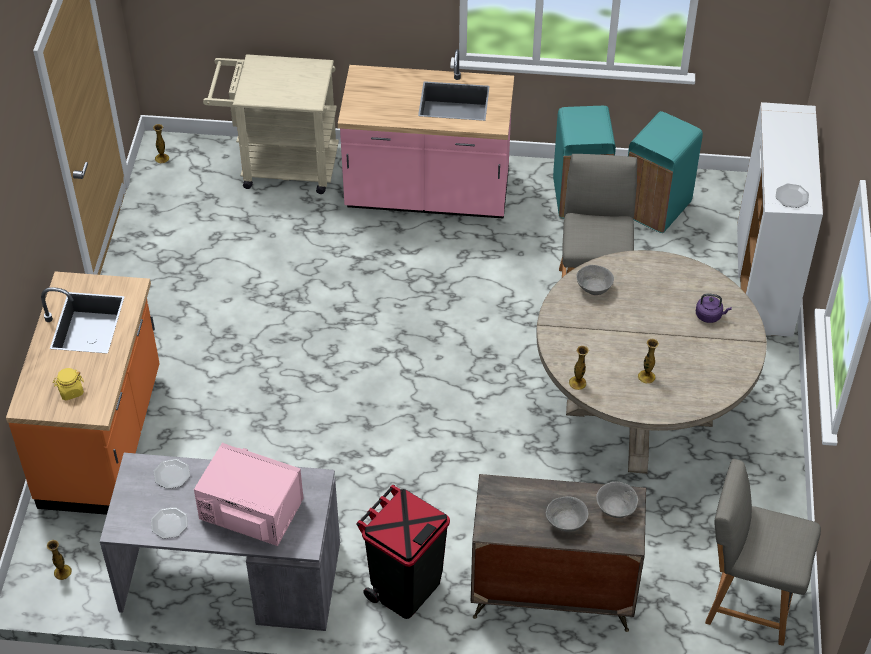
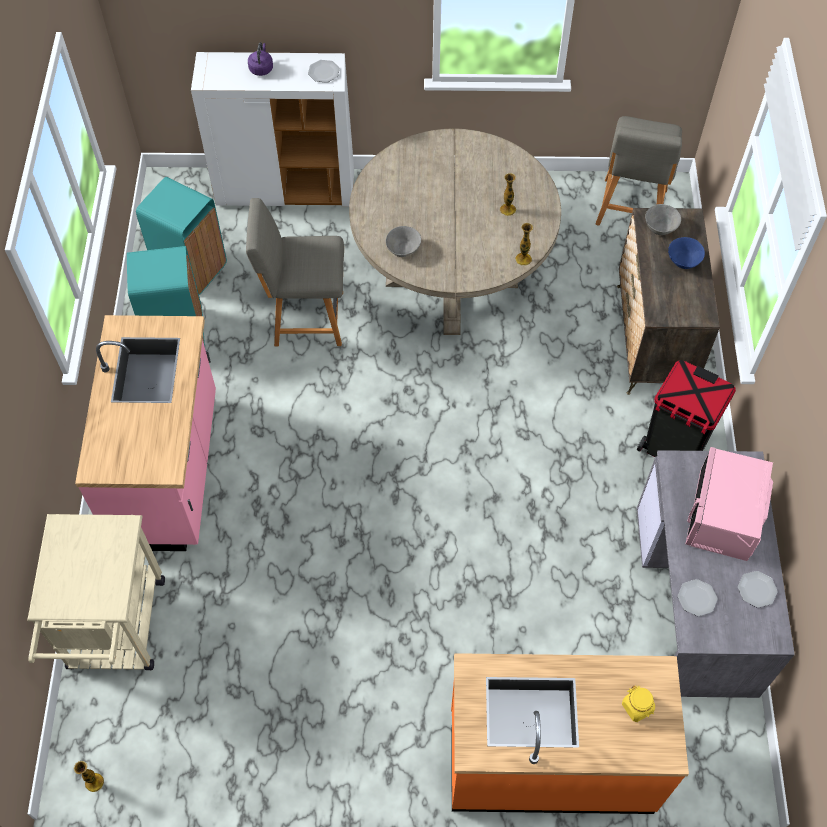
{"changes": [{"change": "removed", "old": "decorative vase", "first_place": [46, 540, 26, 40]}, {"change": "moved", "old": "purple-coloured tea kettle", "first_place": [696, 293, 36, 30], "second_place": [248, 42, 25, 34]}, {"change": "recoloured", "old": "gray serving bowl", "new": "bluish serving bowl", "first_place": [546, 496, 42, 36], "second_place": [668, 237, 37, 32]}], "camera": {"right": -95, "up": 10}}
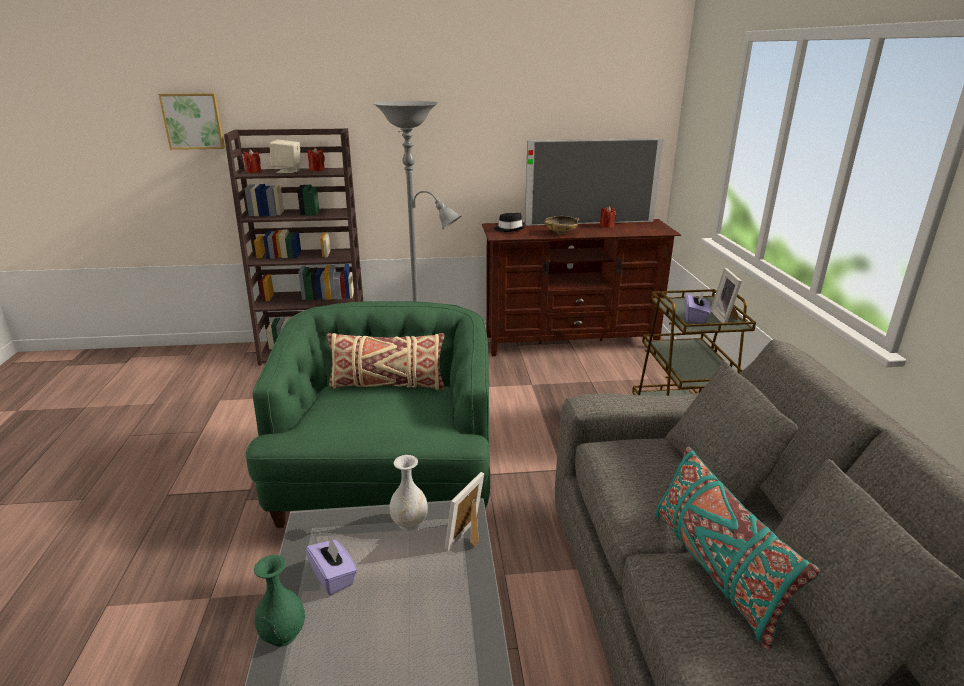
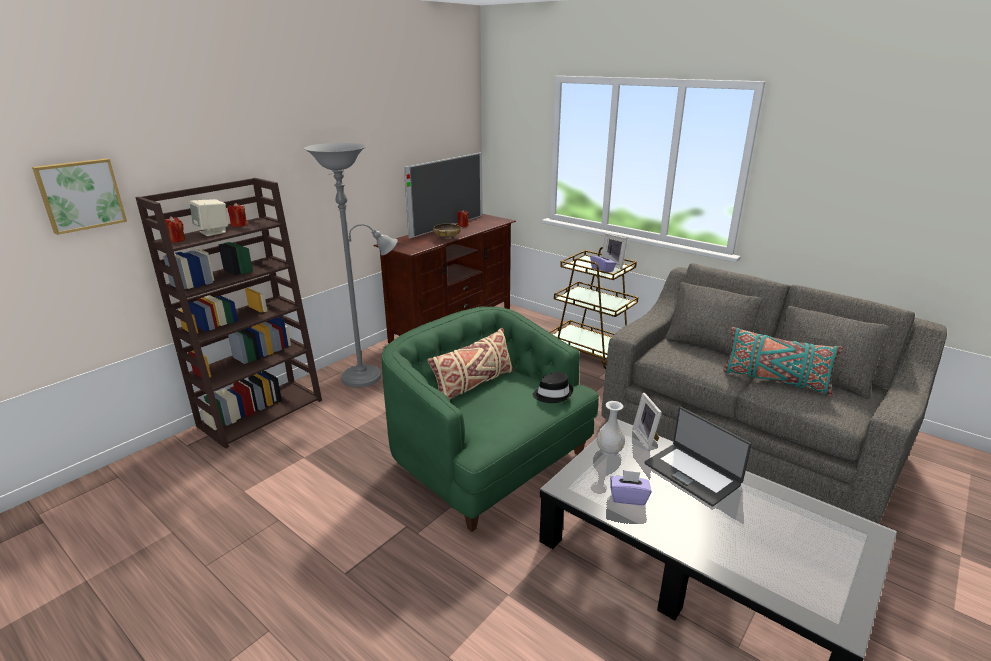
{"changes": [{"change": "removed", "old": "greenish decorative vase", "first_place": [254, 555, 51, 92]}, {"change": "added", "new": "notebook computer", "second_place": [645, 407, 107, 100]}, {"change": "moved", "old": "blackish hat", "first_place": [494, 213, 32, 19], "second_place": [532, 372, 41, 31]}], "camera": {"right": -45, "up": 0}}
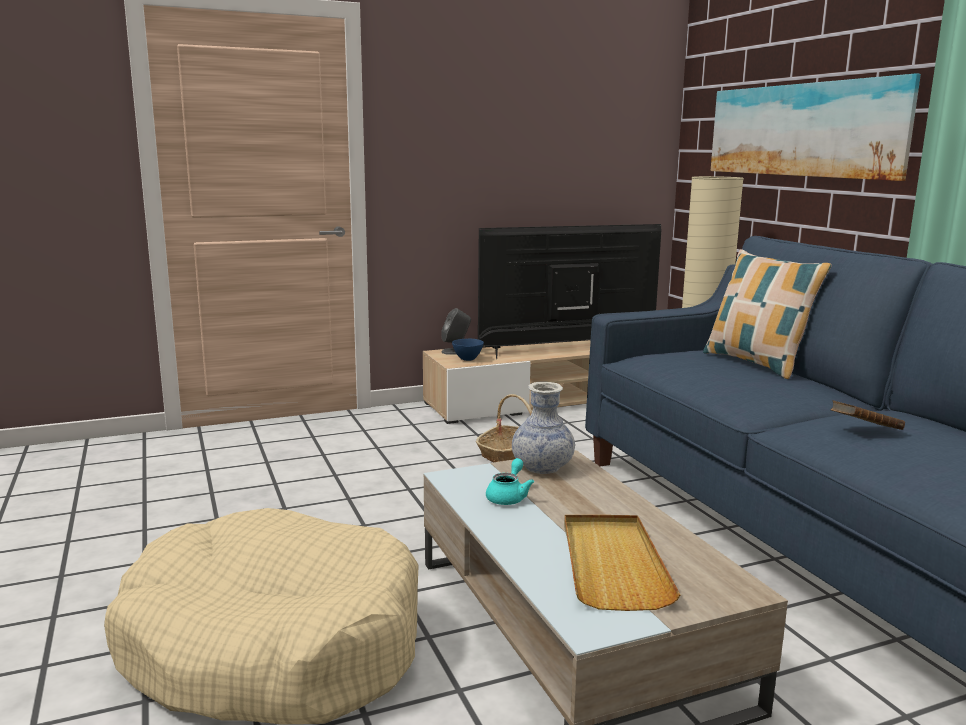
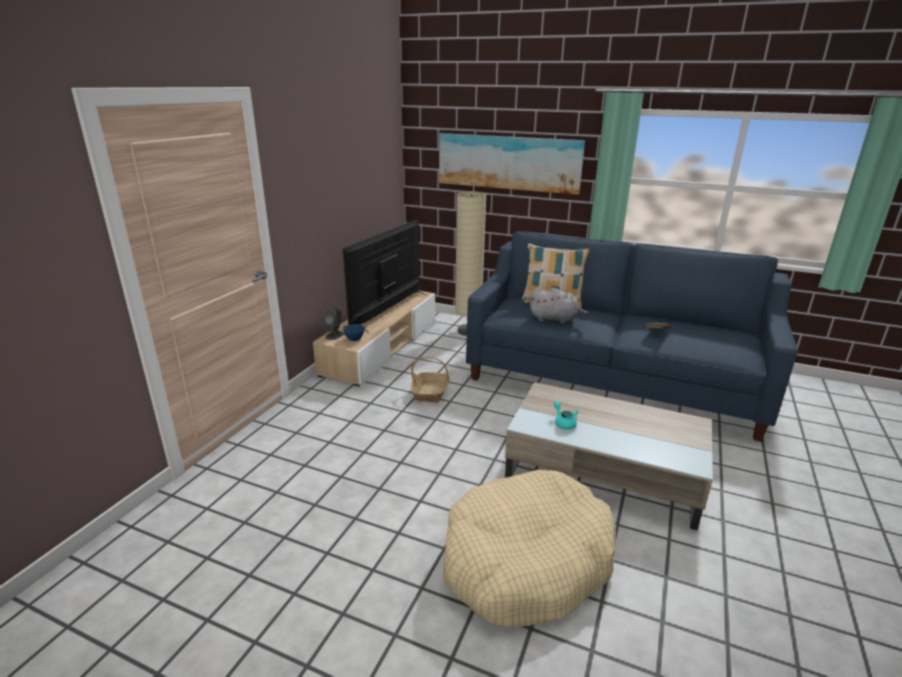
{"changes": [{"change": "removed", "old": "decorative vase", "first_place": [512, 382, 63, 92]}, {"change": "removed", "old": "beige carrying tray", "first_place": [564, 515, 116, 96]}, {"change": "added", "new": "gray cuddly toy", "second_place": [529, 288, 60, 36]}], "camera": {"right": -45, "up": 10}}
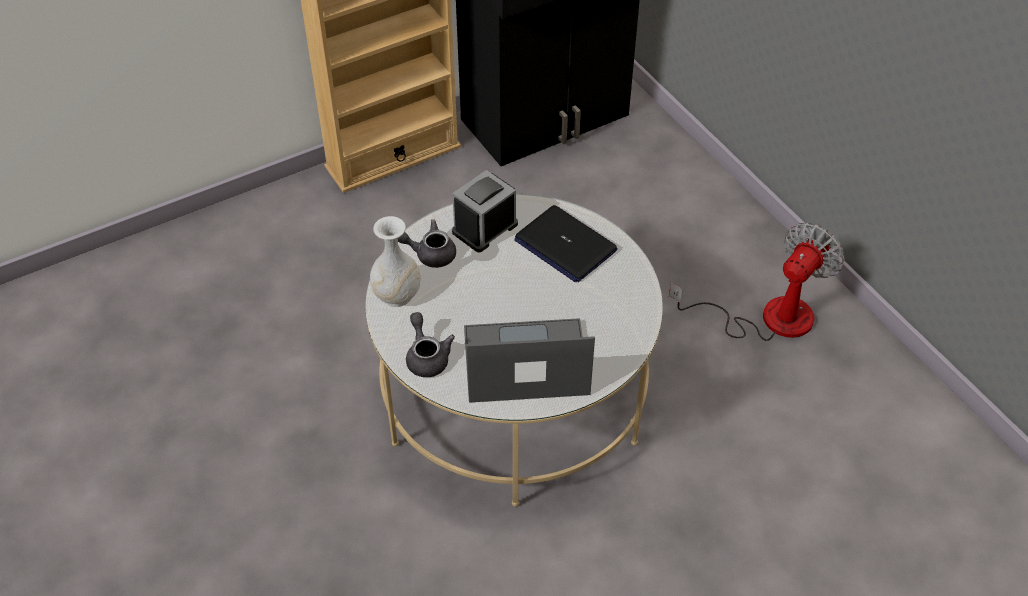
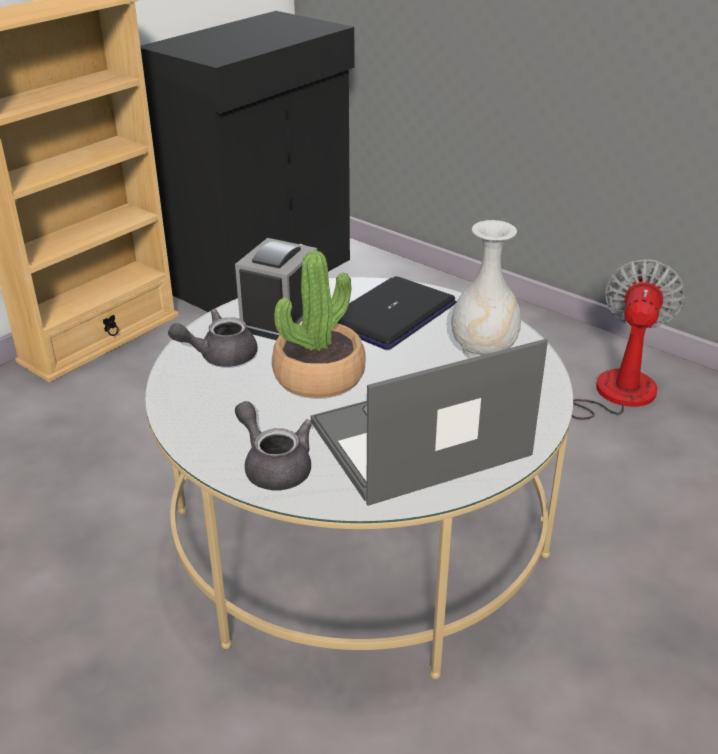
{"changes": [{"change": "added", "new": "houseplant", "second_place": [272, 250, 93, 148]}, {"change": "moved", "old": "white-coloured decorative vase", "first_place": [370, 216, 51, 91], "second_place": [451, 220, 70, 139]}, {"change": "turned", "old": "notebook computer", "first_place": [514, 205, 104, 77], "second_place": [337, 276, 120, 74], "degrees": 105}], "camera": {"right": -20, "up": -15}}
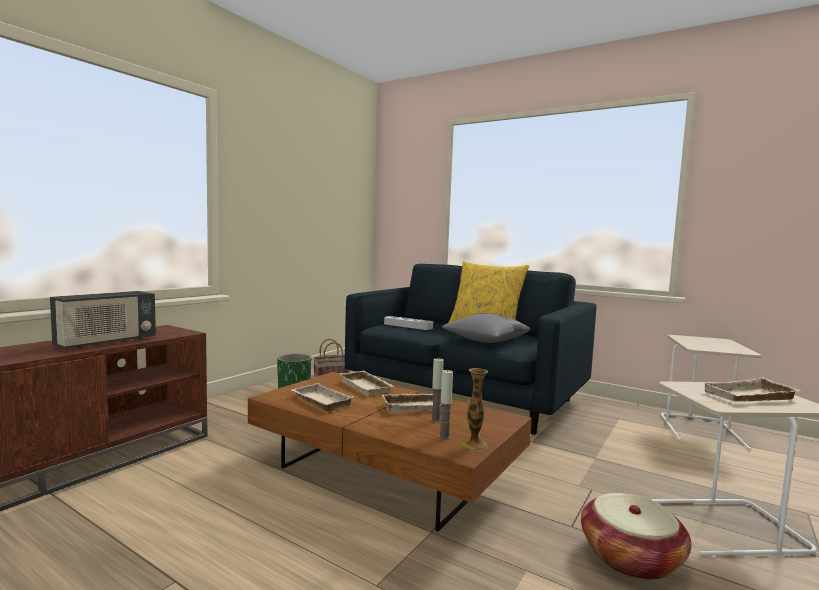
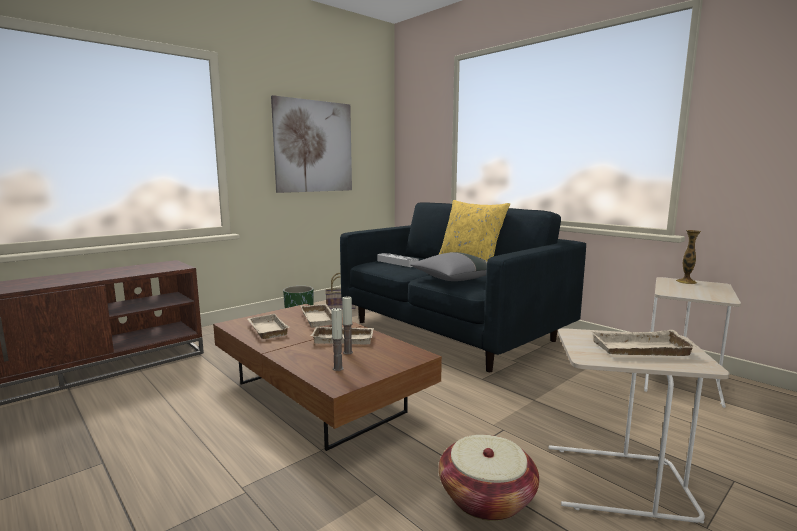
{"changes": [{"change": "removed", "old": "radio set", "first_place": [50, 291, 106, 58]}, {"change": "added", "new": "picture", "second_place": [271, 95, 81, 98]}, {"change": "moved", "old": "decorative vase", "first_place": [461, 368, 27, 83], "second_place": [676, 230, 25, 54]}], "camera": {"right": 15, "up": 5}}
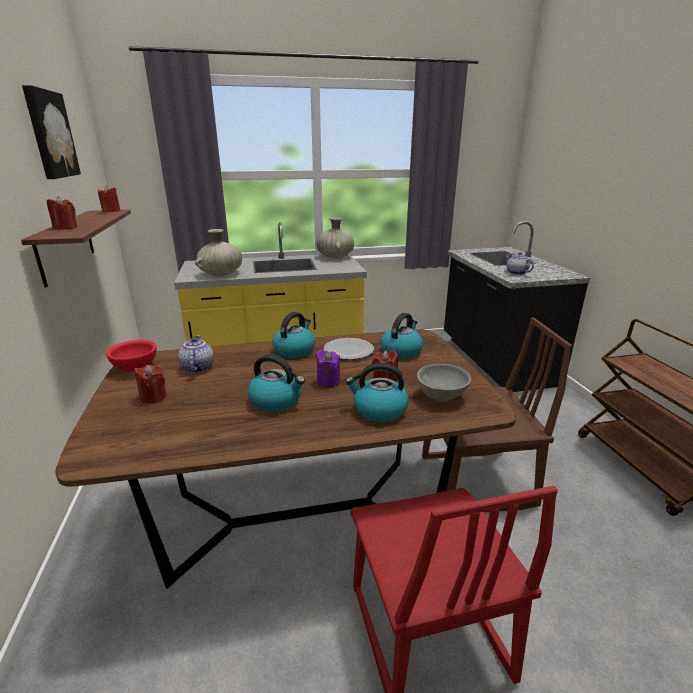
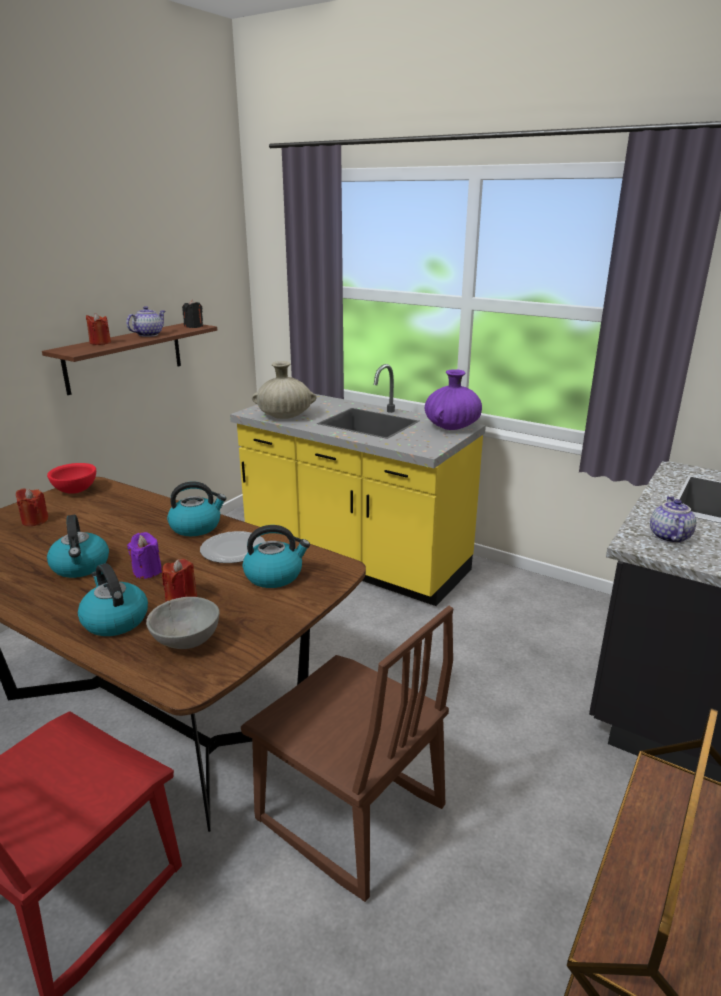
{"changes": [{"change": "removed", "old": "picture", "first_place": [22, 85, 59, 94]}, {"change": "moved", "old": "tea pot", "first_place": [178, 335, 36, 38], "second_place": [126, 306, 39, 31]}, {"change": "recoloured", "old": "red candle", "new": "blackish candle", "first_place": [98, 186, 23, 26], "second_place": [182, 300, 21, 28]}, {"change": "recoloured", "old": "beige decorative vase", "new": "purple-coloured decorative vase", "first_place": [317, 217, 37, 42], "second_place": [425, 369, 57, 61]}], "camera": {"right": 45, "up": 0}}
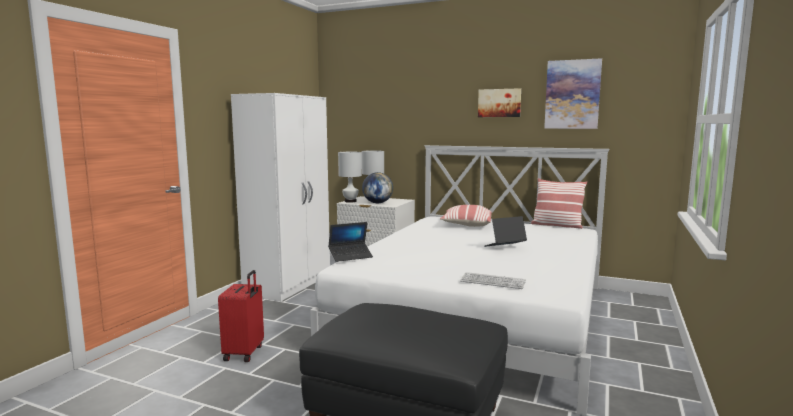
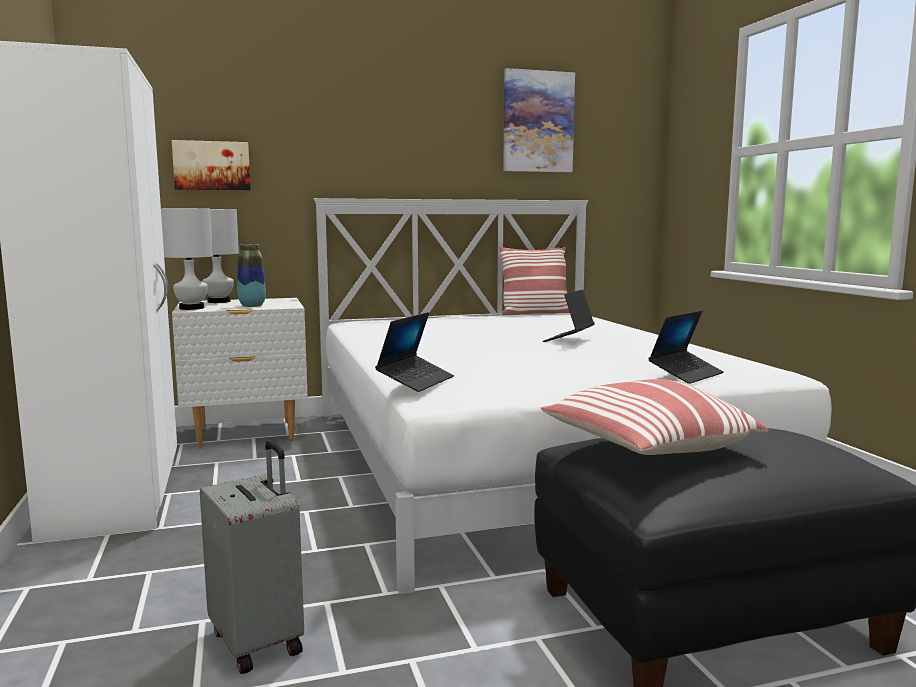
{"changes": [{"change": "moved", "old": "pillow", "first_place": [440, 205, 52, 22], "second_place": [541, 379, 228, 76]}, {"change": "moved", "old": "picture", "first_place": [478, 88, 43, 29], "second_place": [172, 140, 79, 50]}, {"change": "replaced", "old": "desk globe", "new": "decorative vase", "first_place": [362, 172, 31, 31], "second_place": [237, 244, 29, 63]}, {"change": "replaced", "old": "computer keyboard", "new": "notebook computer", "first_place": [460, 272, 66, 17], "second_place": [648, 311, 76, 73]}, {"change": "recoloured", "old": "red piece of luggage", "new": "gray piece of luggage", "first_place": [218, 270, 46, 92], "second_place": [200, 440, 104, 234]}], "camera": {"right": -40, "up": 0}}
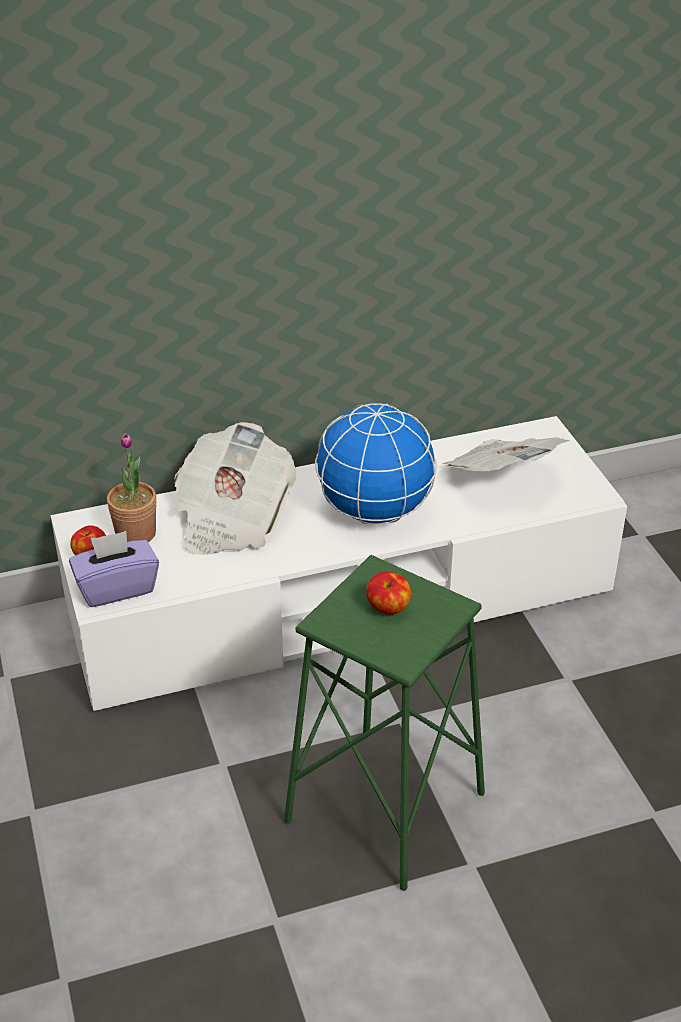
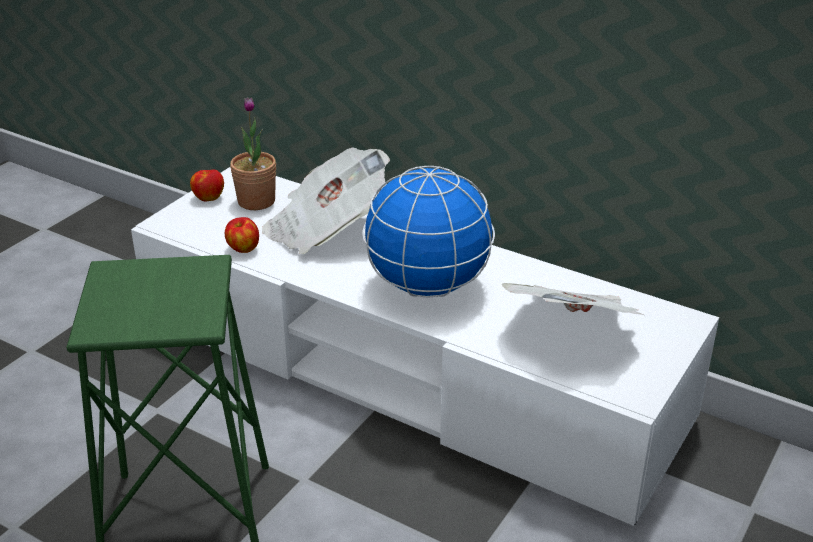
{"changes": [{"change": "removed", "old": "purple-coloured tissue box", "first_place": [69, 531, 90, 76]}, {"change": "moved", "old": "apple fruit", "first_place": [366, 572, 45, 43], "second_place": [225, 217, 34, 36]}], "camera": {"right": 50, "up": -5}}
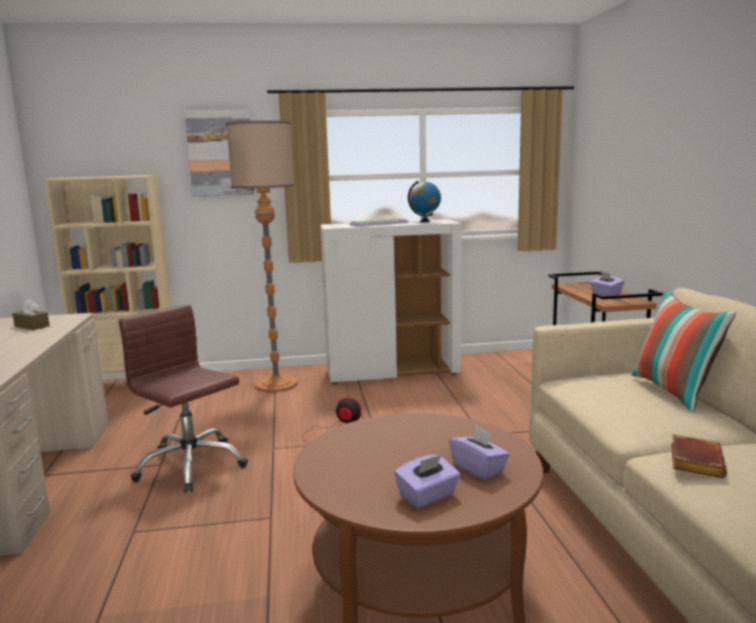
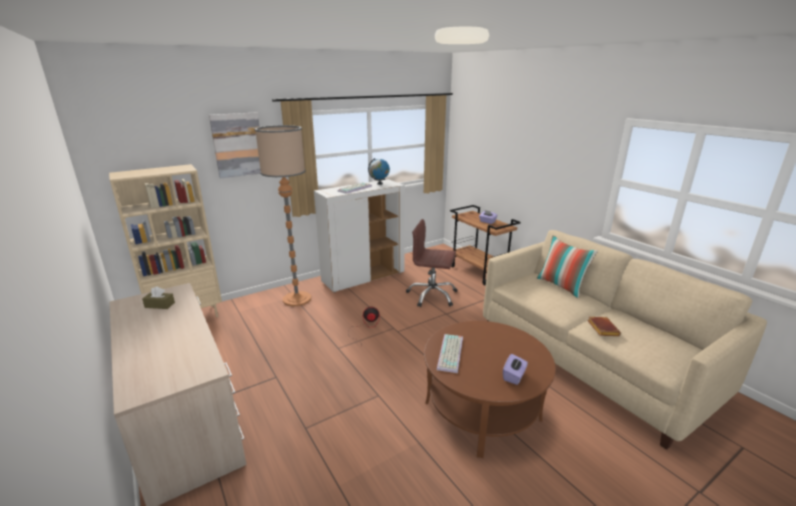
{"changes": [{"change": "removed", "old": "purple-coloured tissue box", "first_place": [449, 426, 61, 54]}, {"change": "added", "new": "computer keyboard", "second_place": [437, 334, 26, 39]}, {"change": "moved", "old": "brownish desk chair", "first_place": [118, 305, 130, 188], "second_place": [406, 219, 52, 88]}], "camera": {"right": -25, "up": 10}}
